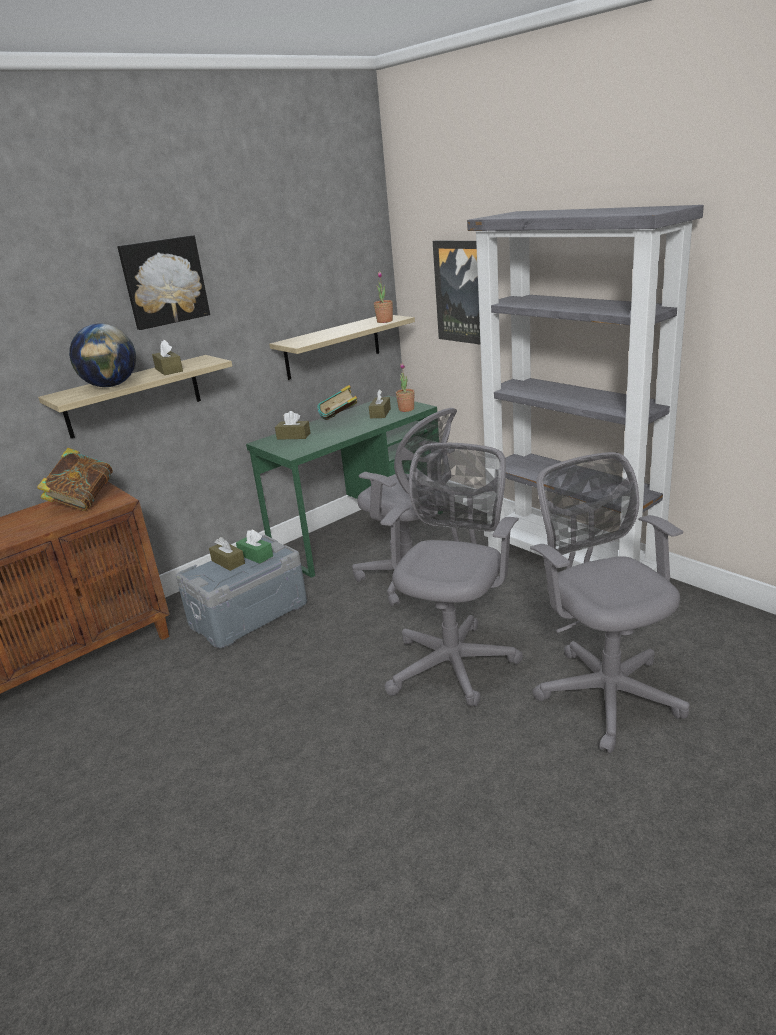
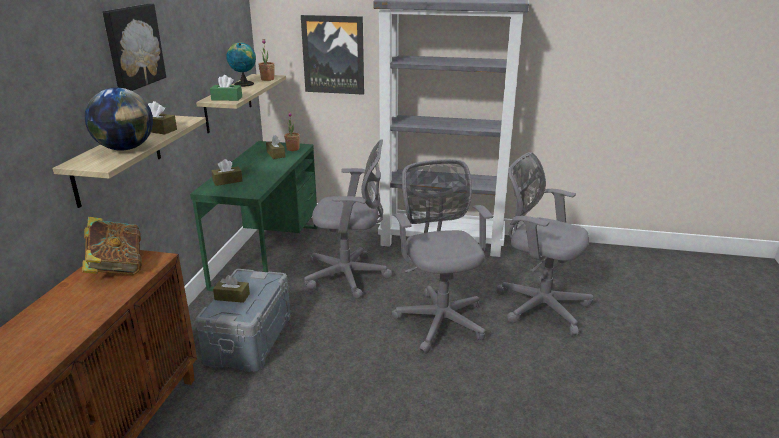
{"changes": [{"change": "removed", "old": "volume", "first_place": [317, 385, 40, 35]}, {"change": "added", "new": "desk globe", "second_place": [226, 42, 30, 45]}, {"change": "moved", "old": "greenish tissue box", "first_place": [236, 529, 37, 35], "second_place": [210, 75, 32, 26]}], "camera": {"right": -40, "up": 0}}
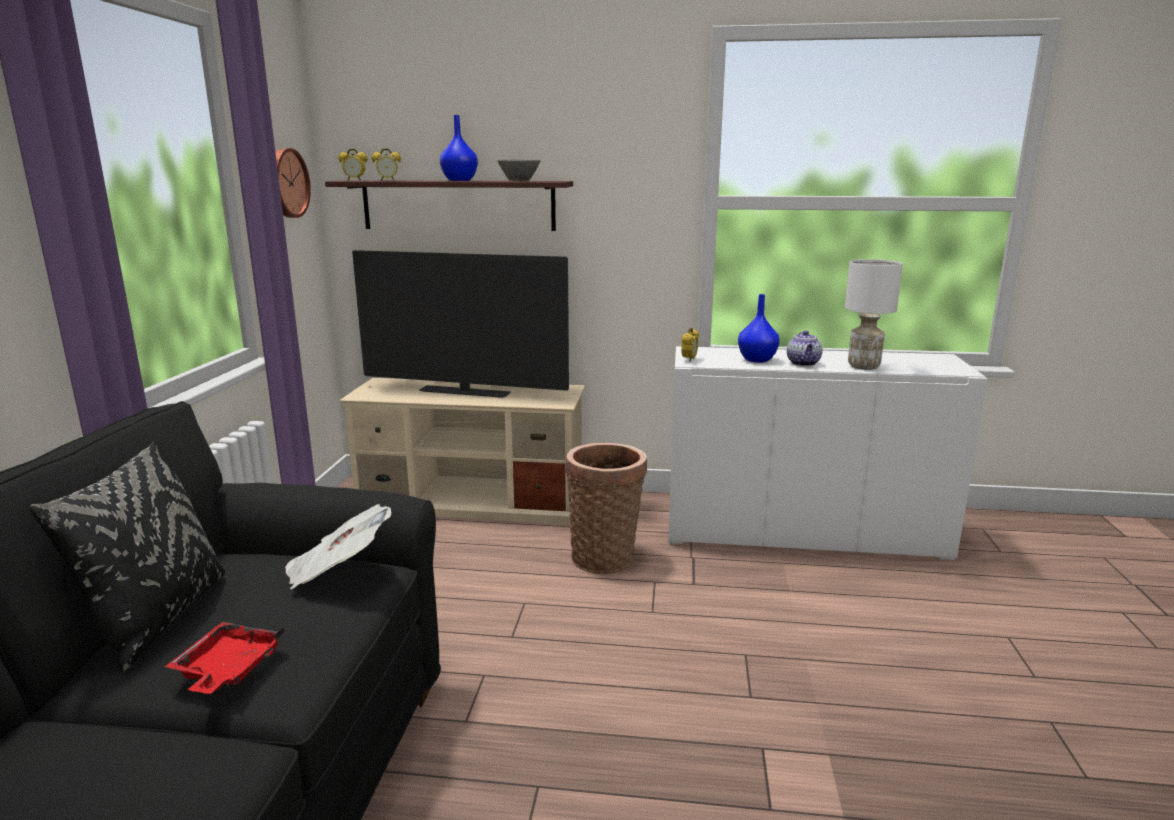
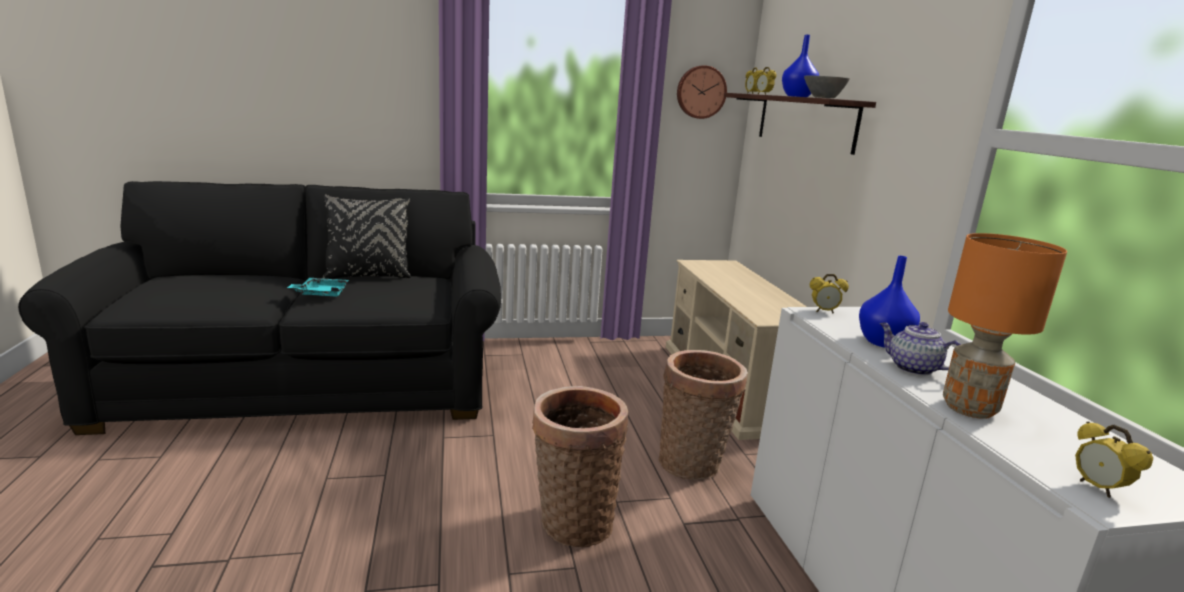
{"changes": [{"change": "removed", "old": "newspaper", "first_place": [285, 504, 106, 85]}, {"change": "removed", "old": "television", "first_place": [352, 250, 217, 148]}, {"change": "added", "new": "basket", "second_place": [532, 386, 96, 161]}, {"change": "added", "new": "table clock", "second_place": [1075, 422, 78, 76]}, {"change": "recoloured", "old": "red carrying tray", "new": "turquoise carrying tray", "first_place": [165, 622, 119, 72], "second_place": [287, 278, 62, 19]}, {"change": "recoloured", "old": "white-coloured table lamp", "new": "orange table lamp", "first_place": [845, 259, 58, 111], "second_place": [943, 233, 124, 186]}, {"change": "turned", "old": "tea pot", "first_place": [787, 331, 36, 35], "second_place": [880, 322, 81, 54], "degrees": 60}], "camera": {"right": 70, "up": 0}}
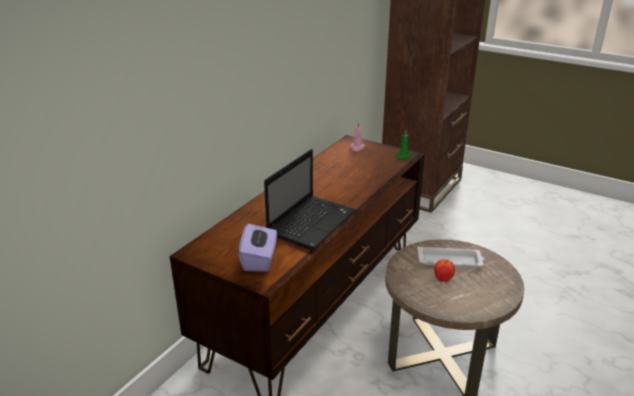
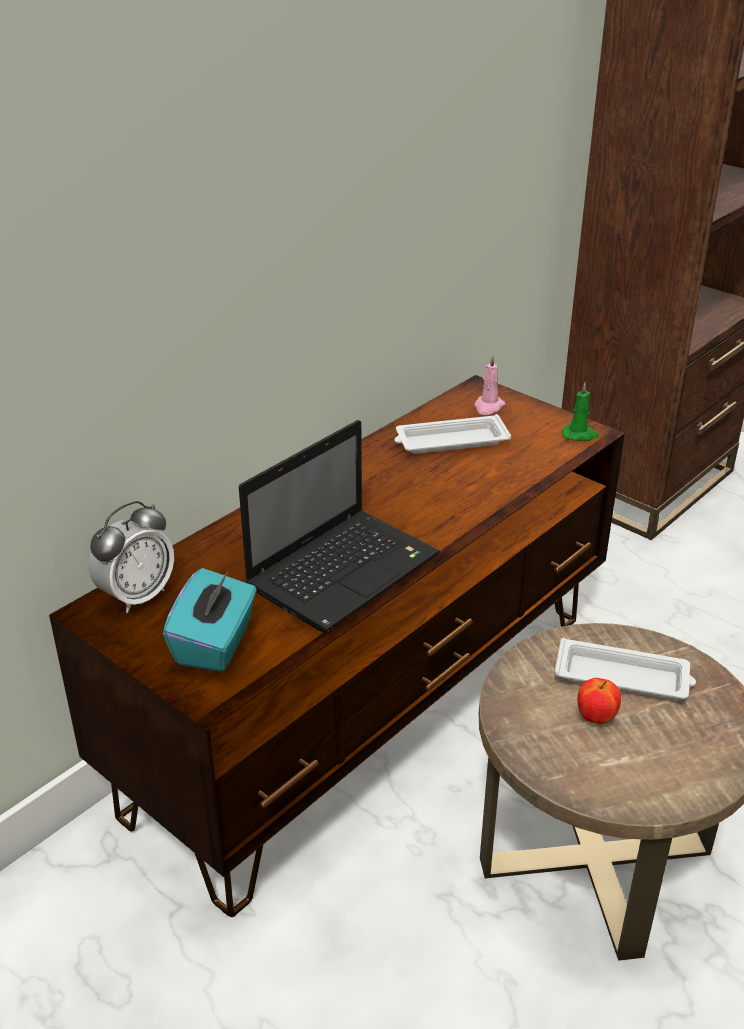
{"changes": [{"change": "added", "new": "table clock", "second_place": [88, 501, 86, 112]}, {"change": "added", "new": "white-coloured carrying tray", "second_place": [395, 414, 116, 40]}, {"change": "recoloured", "old": "purple-coloured tissue box", "new": "turquoise tissue box", "first_place": [239, 221, 38, 51], "second_place": [163, 568, 94, 104]}], "camera": {"right": 10, "up": 5}}
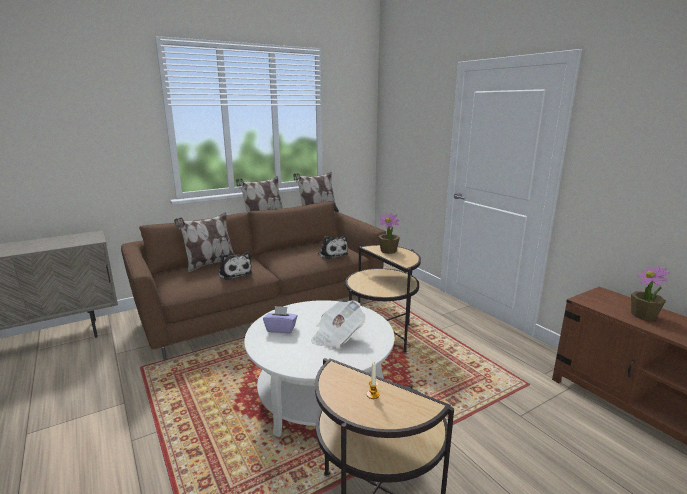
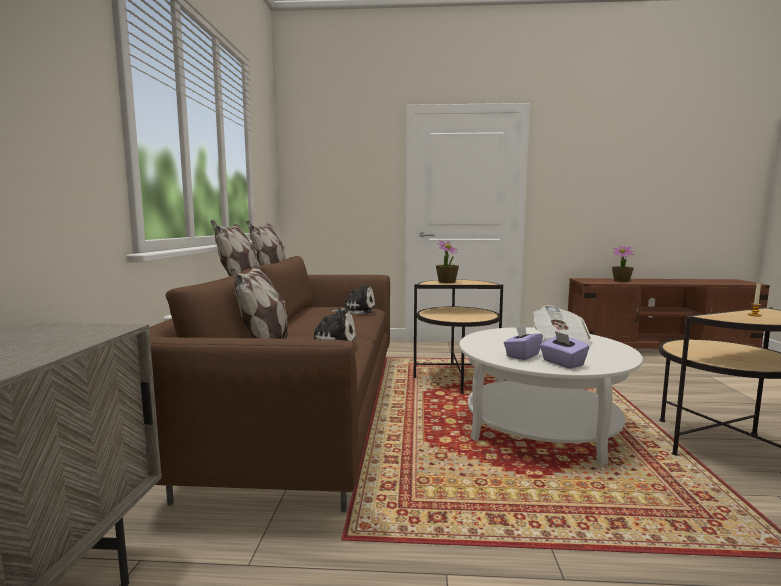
{"changes": [{"change": "added", "new": "purple-coloured tissue box", "second_place": [540, 331, 49, 38]}], "camera": {"right": -55, "up": -10}}
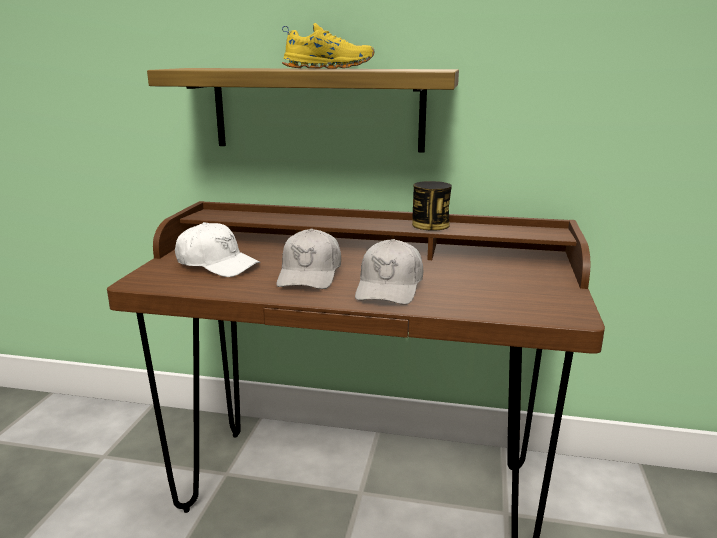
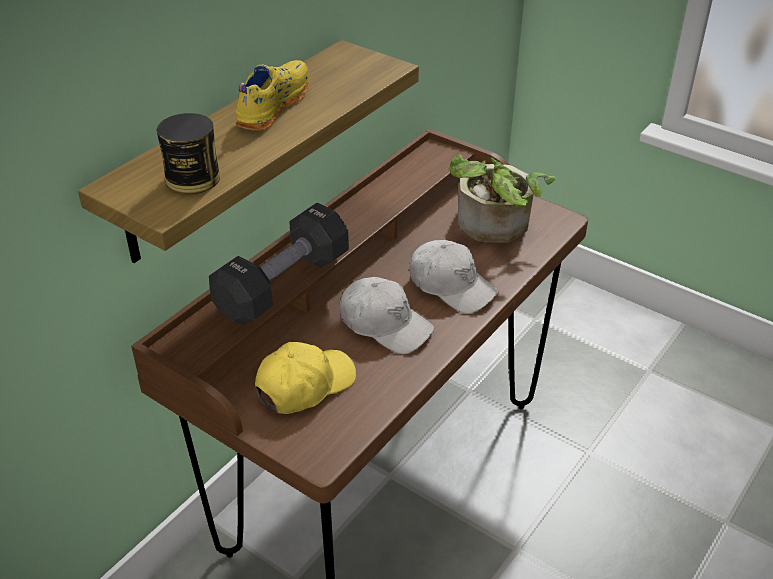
{"changes": [{"change": "added", "new": "blackish free weight", "second_place": [209, 203, 140, 122]}, {"change": "added", "new": "houseplant", "second_place": [449, 154, 107, 89]}, {"change": "moved", "old": "can", "first_place": [412, 181, 40, 50], "second_place": [157, 113, 63, 81]}, {"change": "recoloured", "old": "white-coloured cap", "new": "yellow cap", "first_place": [175, 222, 85, 55], "second_place": [255, 342, 101, 72]}], "camera": {"right": -65, "up": 20}}
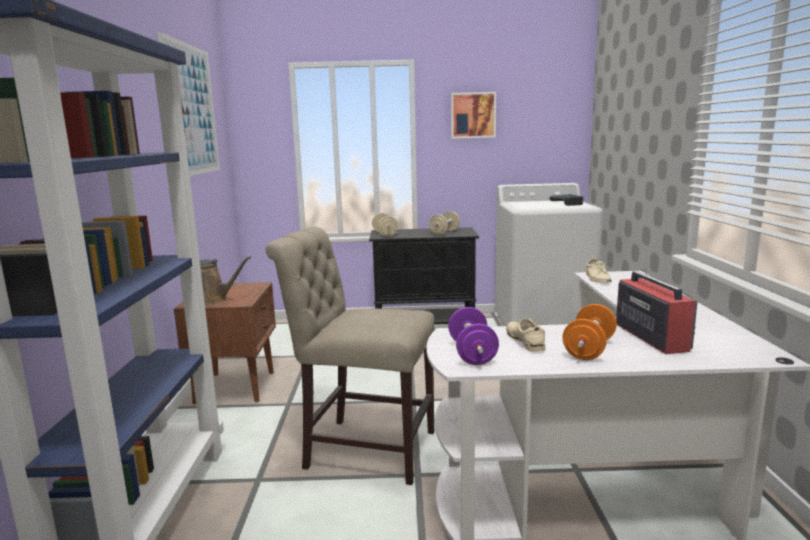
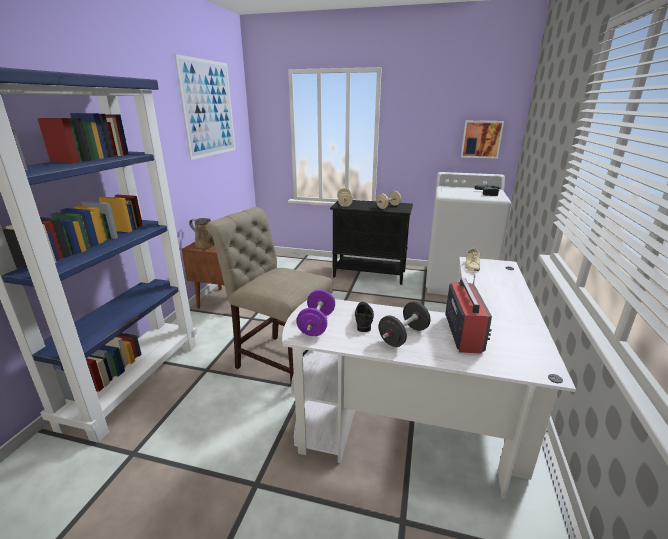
{"changes": [{"change": "moved", "old": "picture", "first_place": [451, 92, 45, 47], "second_place": [461, 121, 43, 38]}, {"change": "recoloured", "old": "beige low shoe", "new": "blackish low shoe", "first_place": [506, 318, 39, 34], "second_place": [355, 302, 19, 30]}, {"change": "recoloured", "old": "orange free weight", "new": "blackish free weight", "first_place": [562, 304, 55, 56], "second_place": [379, 301, 51, 46]}], "camera": {"right": 15, "up": 10}}
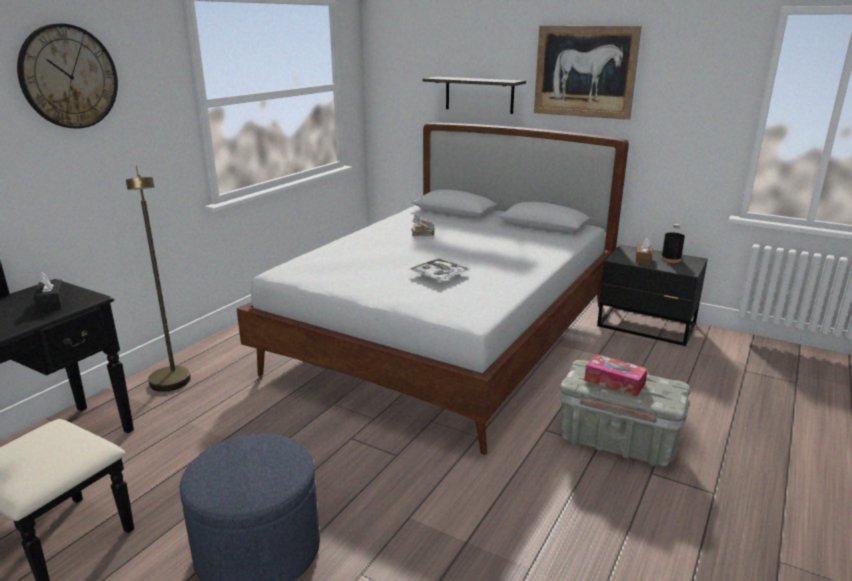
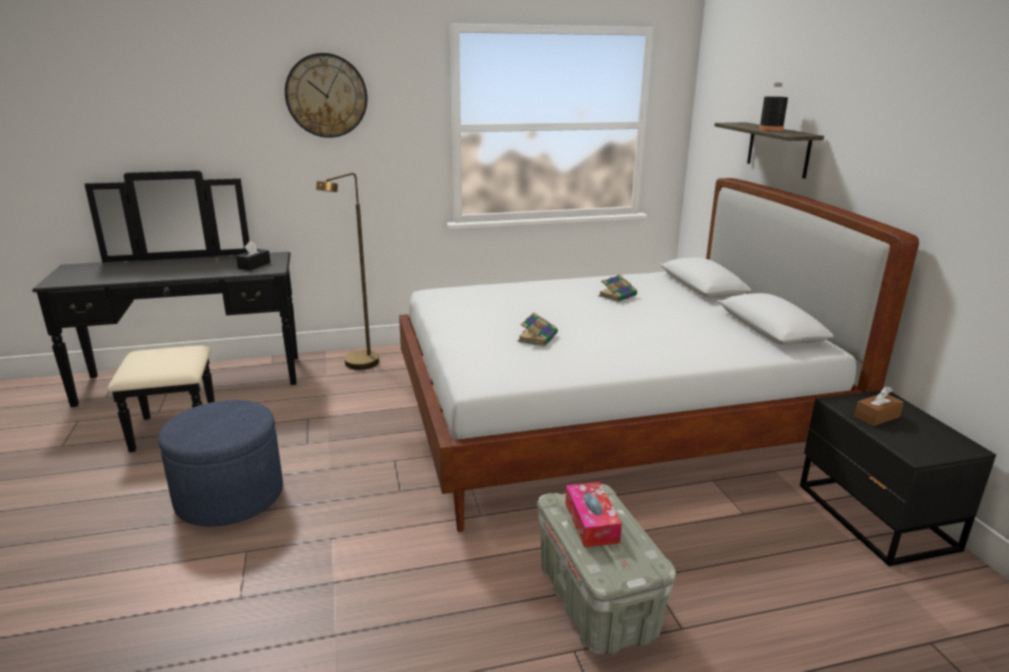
{"changes": [{"change": "removed", "old": "picture", "first_place": [534, 26, 108, 94]}, {"change": "moved", "old": "blackish drink bottle", "first_place": [661, 224, 24, 39], "second_place": [759, 83, 29, 48]}, {"change": "replaced", "old": "carrying tray", "new": "volume", "first_place": [408, 258, 62, 23], "second_place": [518, 312, 40, 34]}], "camera": {"right": 45, "up": 0}}
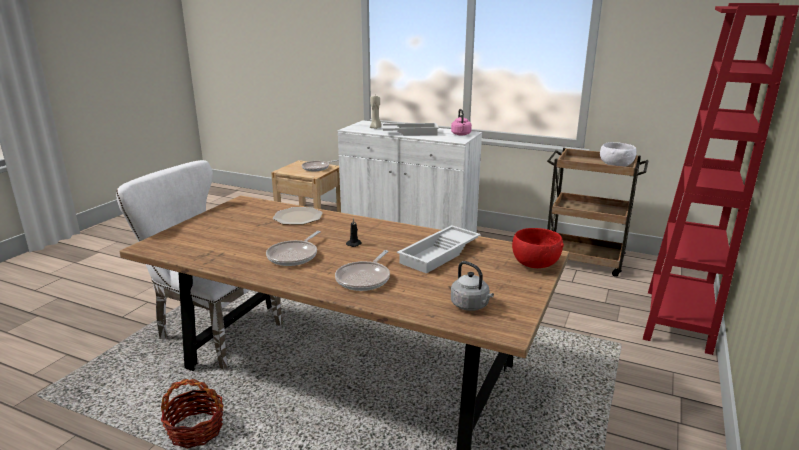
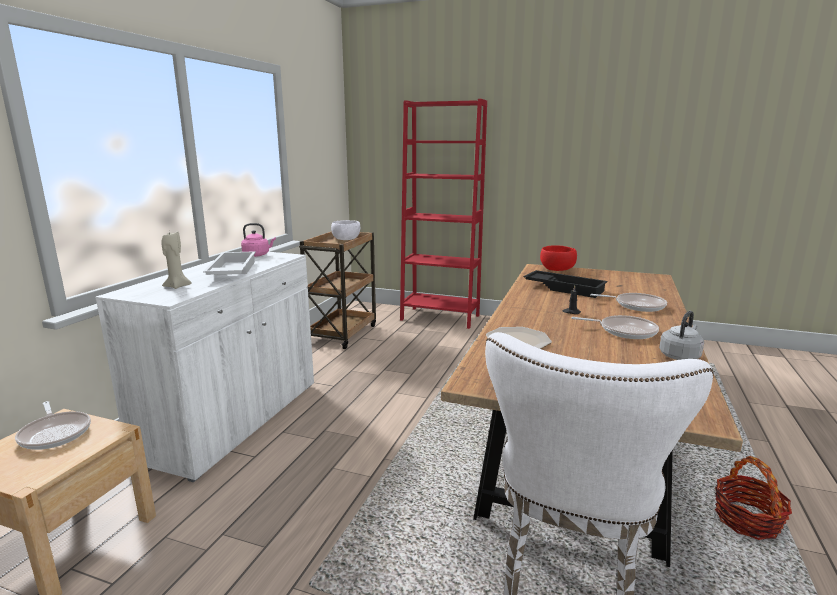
{"changes": [{"change": "moved", "old": "gray tea kettle", "first_place": [451, 261, 43, 50], "second_place": [659, 311, 45, 49]}, {"change": "recoloured", "old": "white-coloured carrying tray", "new": "blackish carrying tray", "first_place": [397, 225, 84, 49], "second_place": [524, 270, 84, 28]}], "camera": {"right": -95, "up": -5}}
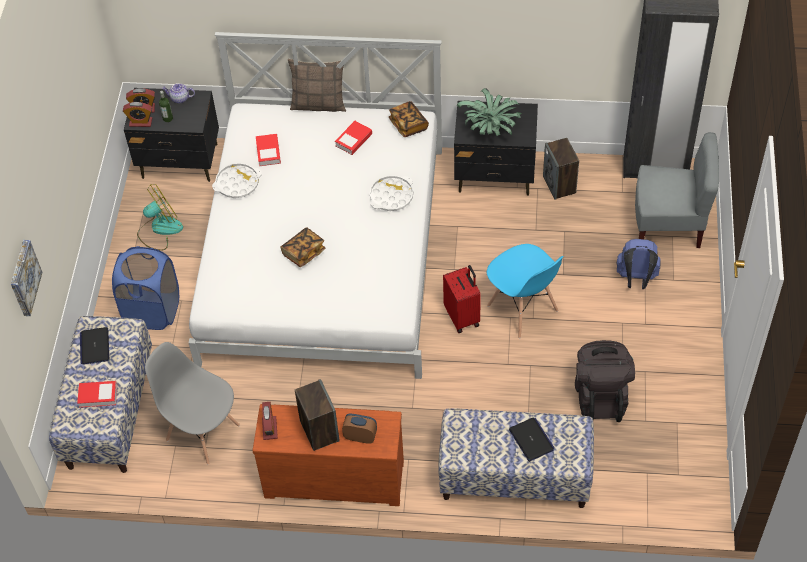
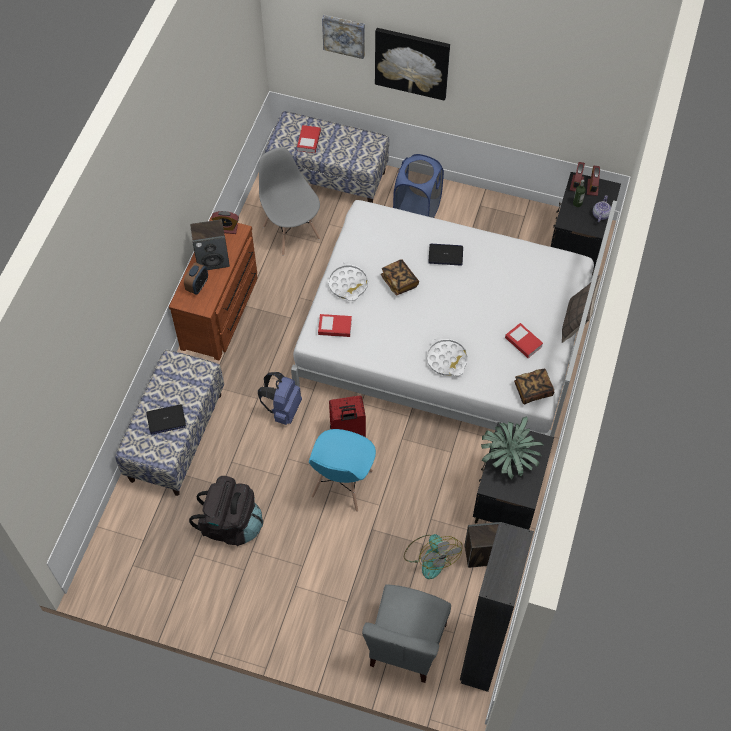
{"changes": [{"change": "added", "new": "picture", "second_place": [375, 28, 75, 73]}, {"change": "moved", "old": "notebook computer", "first_place": [80, 327, 29, 38], "second_place": [428, 244, 35, 22]}, {"change": "moved", "old": "fan", "first_place": [137, 184, 46, 67], "second_place": [404, 534, 58, 45]}, {"change": "moved", "old": "white-coloured carrying tray", "first_place": [212, 163, 50, 35], "second_place": [328, 262, 40, 39]}, {"change": "moved", "old": "volume", "first_place": [256, 134, 25, 32], "second_place": [318, 314, 34, 23]}, {"change": "moved", "old": "bluish knapsack", "first_place": [617, 239, 44, 50], "second_place": [258, 372, 44, 53]}, {"change": "turned", "old": "gray upright chair", "first_place": [145, 342, 95, 122], "second_place": [259, 147, 61, 109], "degrees": -75}, {"change": "turned", "old": "bluish upright chair", "first_place": [487, 244, 77, 94], "second_place": [309, 429, 67, 83], "degrees": -45}], "camera": {"right": 100, "up": 5}}
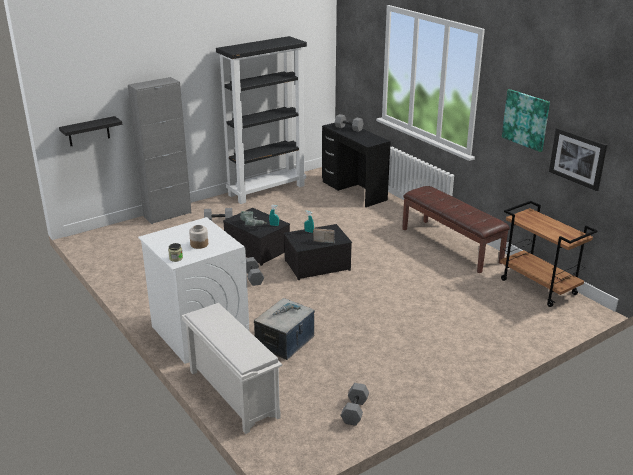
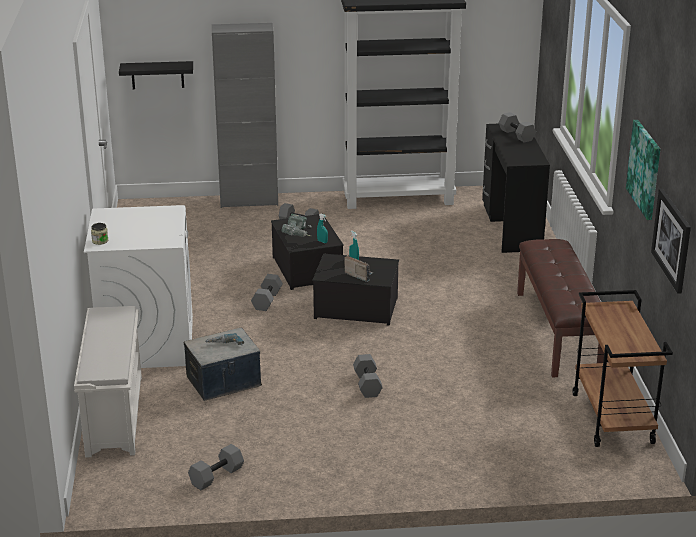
{"changes": [{"change": "removed", "old": "storage jar", "first_place": [189, 225, 19, 24]}, {"change": "added", "new": "gray free weight", "second_place": [353, 354, 30, 44]}], "camera": {"right": 30, "up": 0}}
